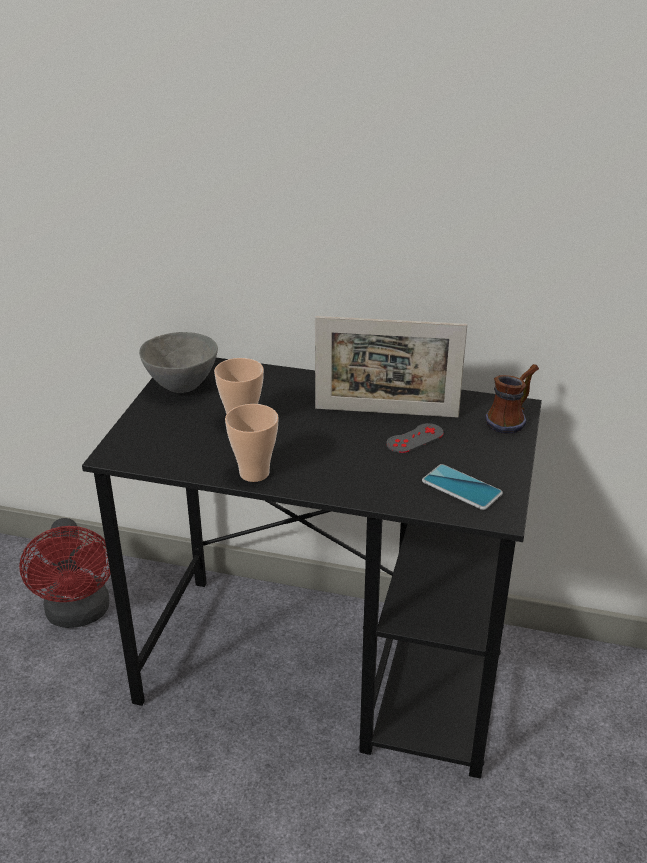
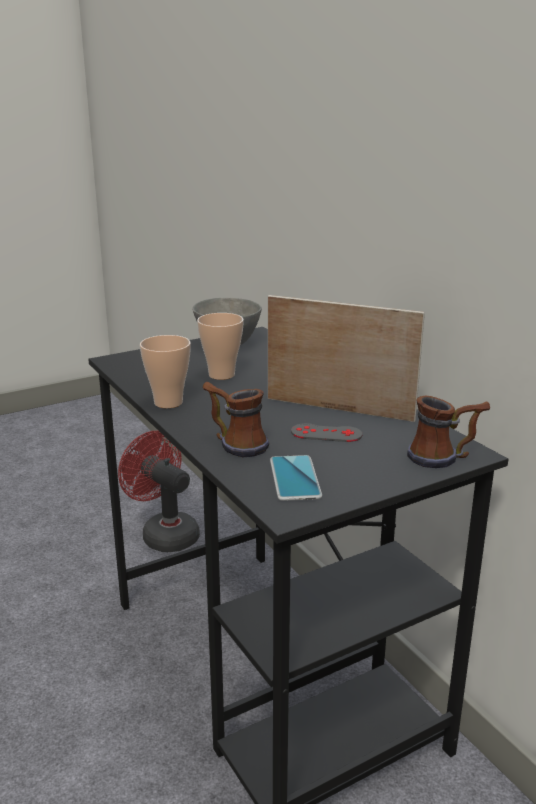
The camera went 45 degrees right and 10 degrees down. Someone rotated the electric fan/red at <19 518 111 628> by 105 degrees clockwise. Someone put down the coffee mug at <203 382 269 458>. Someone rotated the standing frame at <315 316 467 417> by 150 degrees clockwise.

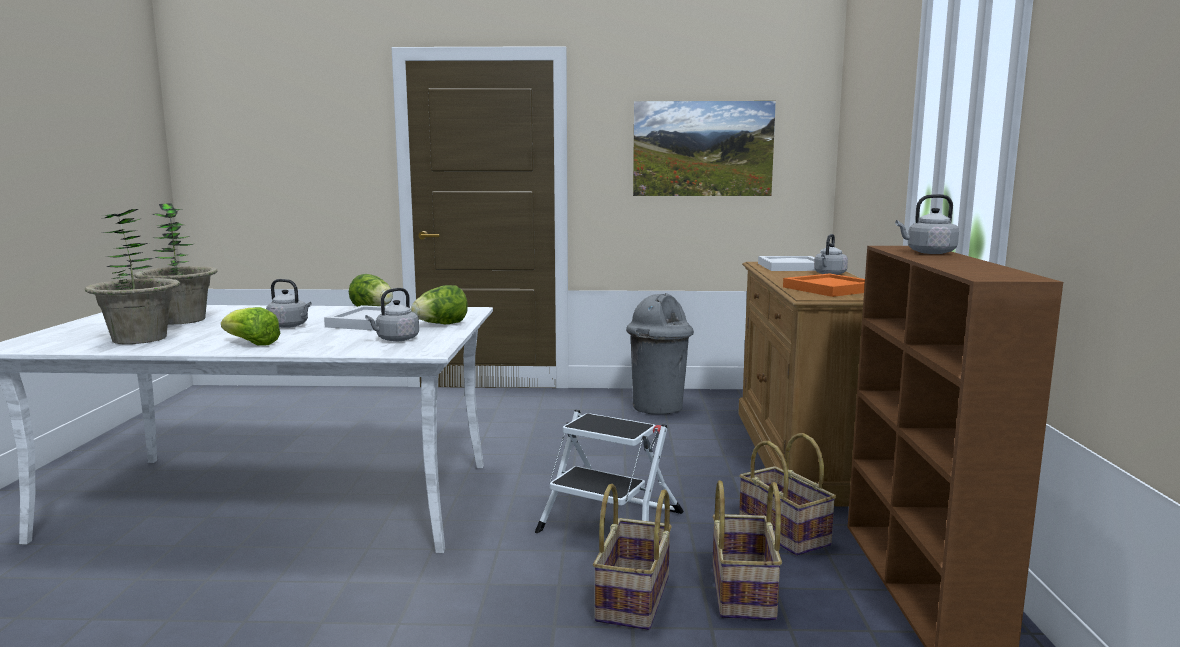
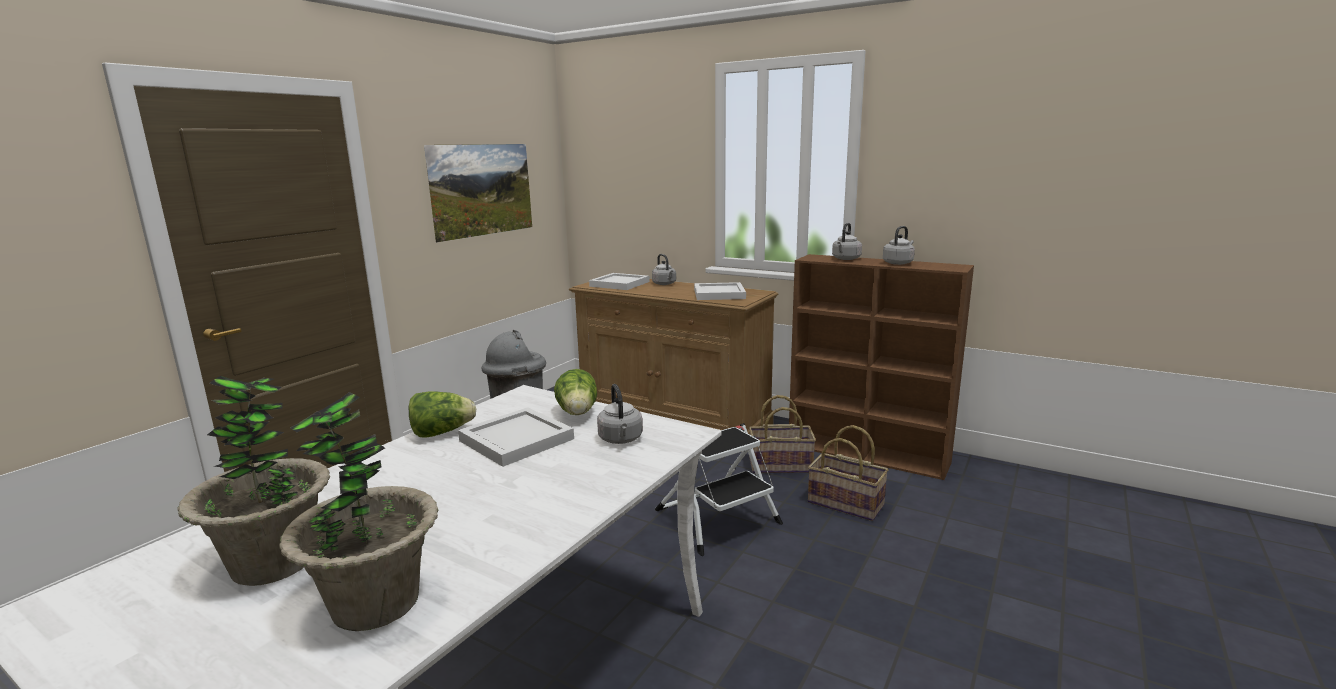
The camera went 60 degrees left and 5 degrees up. Someone repainted the carrying tray/orange-coloured at <783 273 865 297>, which became the carrying tray/white at <694 282 746 300>. Someone carried the kettle/greyish from <266 279 312 328> to <883 226 915 265>. Someone took away the lettuce head at <221 307 280 346>. Someone took away the basket at <593 484 672 630>.

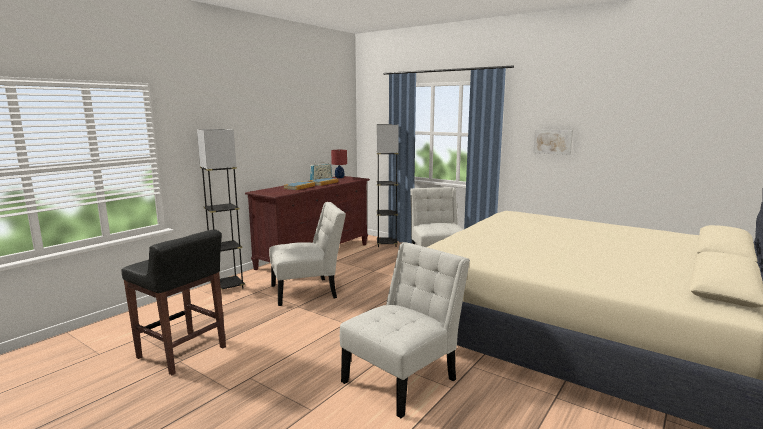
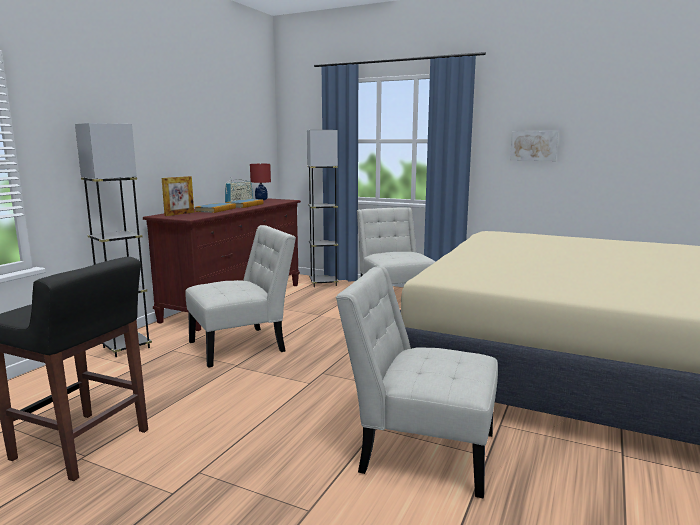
The camera went 10 degrees left and 0 degrees up. Someone put down the standing frame at <162 176 194 216>. Someone rotated the upright chair/white at <340 242 470 418> by 105 degrees counterclockwise.

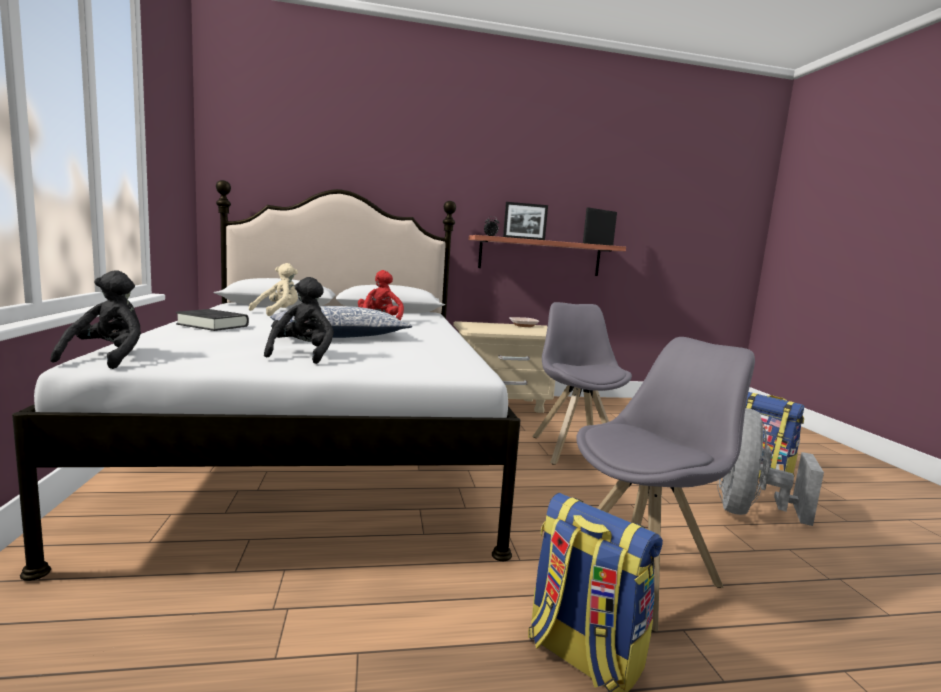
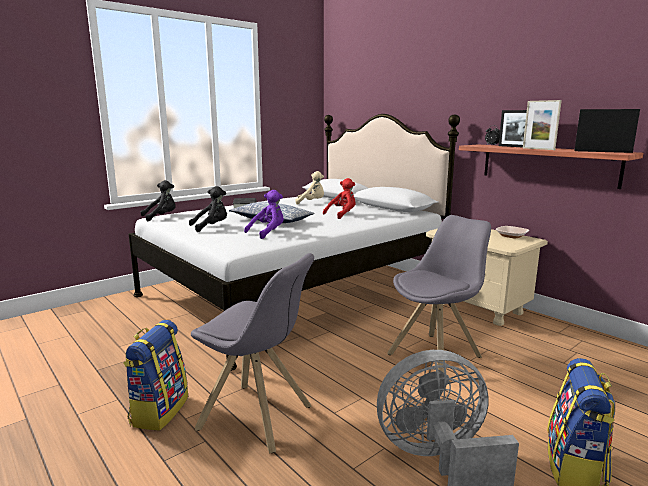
The camera went 60 degrees right and 5 degrees up. Someone put down the soft toy/purple at <244 190 284 239>. Someone put down the standing frame at <523 100 562 150>.

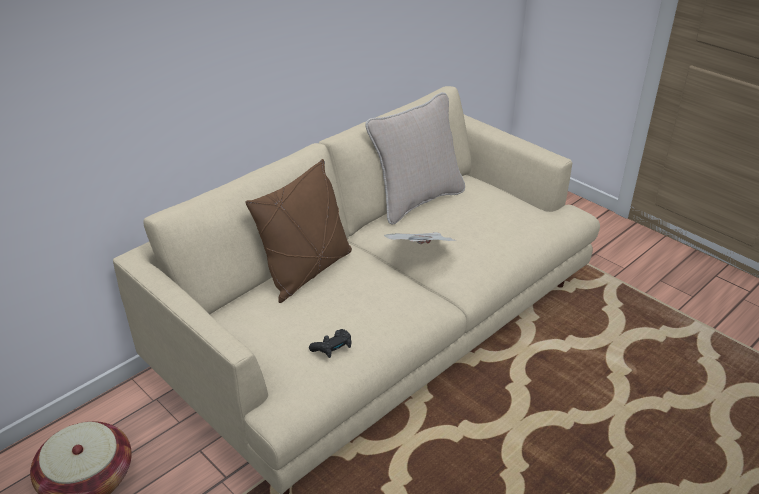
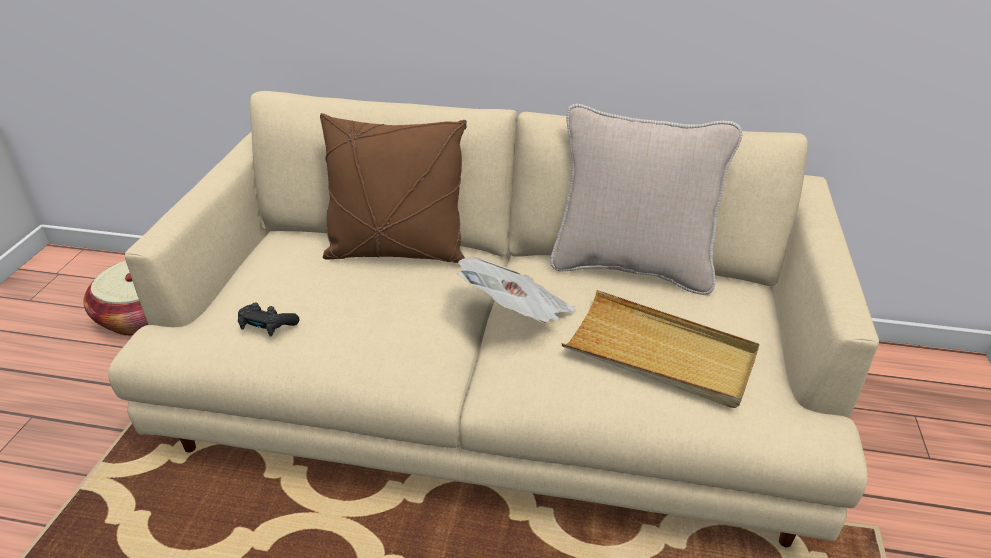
The camera went 55 degrees right and 0 degrees up. Someone put down the carrying tray/sand-coloured at <562 290 760 408>.

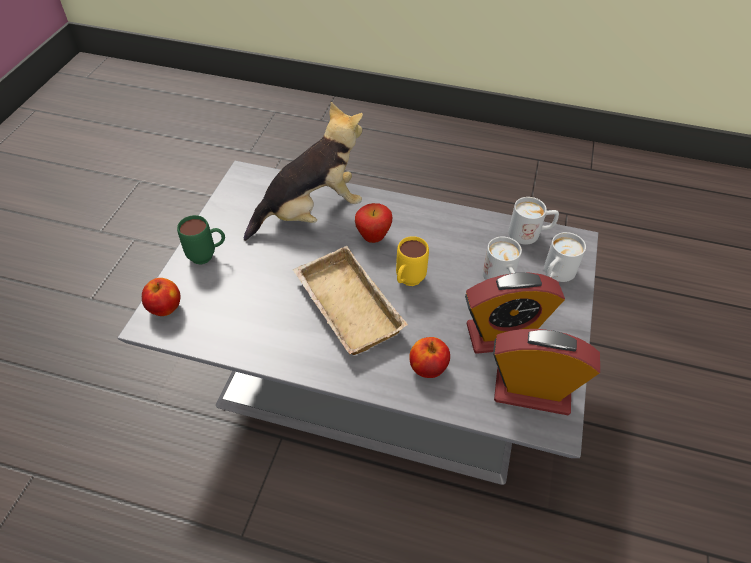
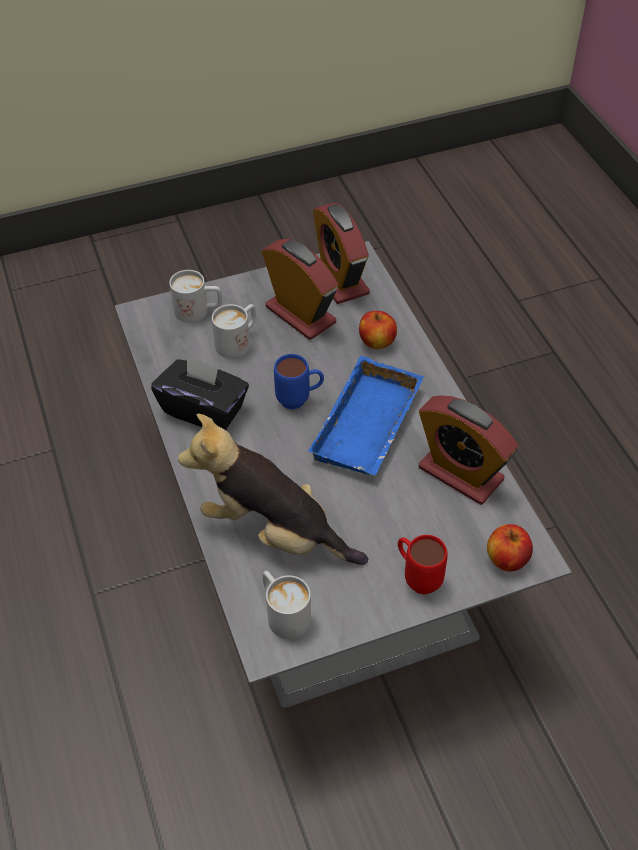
The camera went 125 degrees left and 0 degrees up. Someone put down the tissue holder/black at <151 354 249 430>. Someone carried the coffee mug/white from <508 197 559 244> to <263 571 311 639>. Someone repainted the coffee mug/yellowish at <396 236 429 286>, which became the coffee mug/blue at <274 354 324 410>. Someone repainted the carrying tray/sand-coloured at <293 246 408 355>, which became the carrying tray/blue at <308 356 424 476>. Someone repainted the coffee mug/green at <177 215 225 264>, which became the coffee mug/red at <398 535 448 595>. Someone put down the bedside clock at <419 396 518 505>. Someone took away the whole apple at <355 203 392 243>.

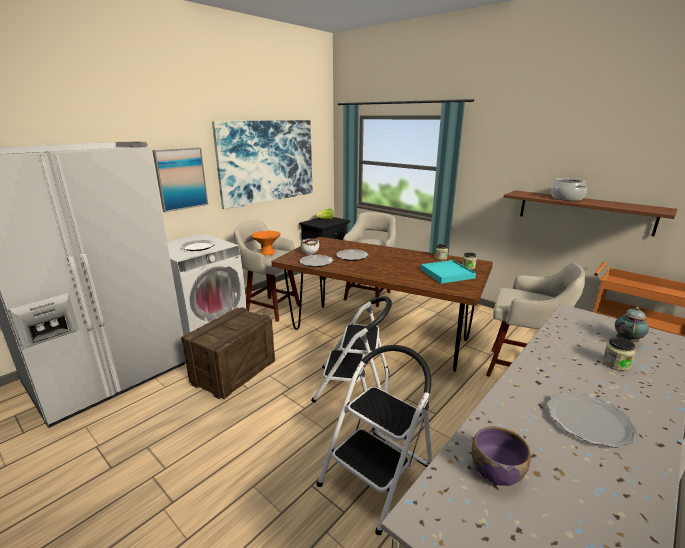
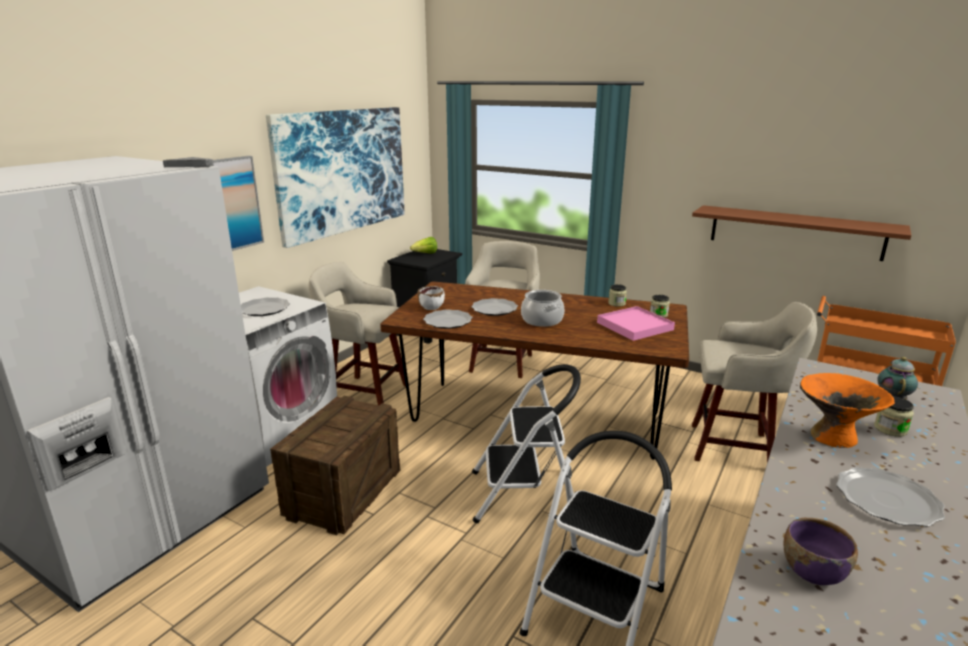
The camera went 10 degrees left and 0 degrees up. Someone carried the saucepot from <551 178 587 201> to <521 290 565 327>. Someone repainted the carrying tray/turquoise-coloured at <420 260 476 284>, which became the carrying tray/pink-coloured at <597 306 675 341>. Someone carried the serving bowl/orange-coloured from <251 231 281 255> to <800 373 895 448>.

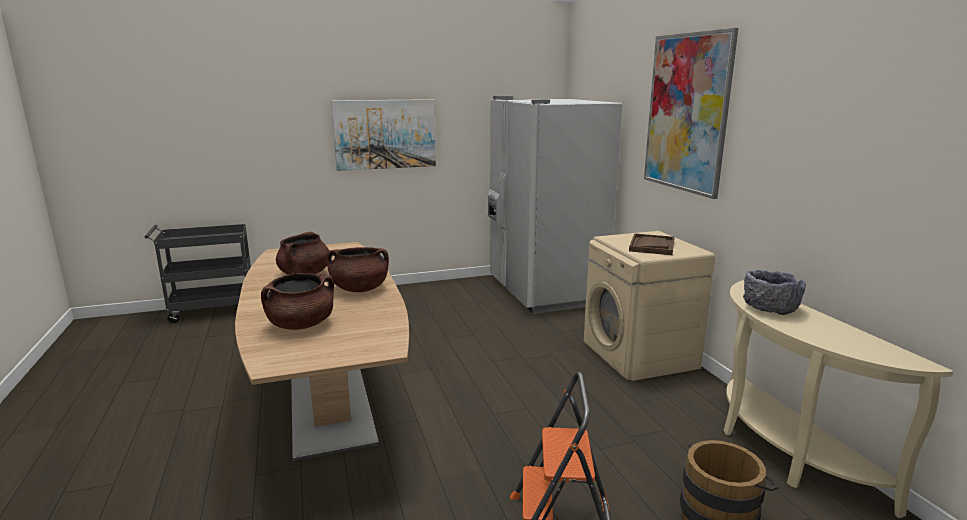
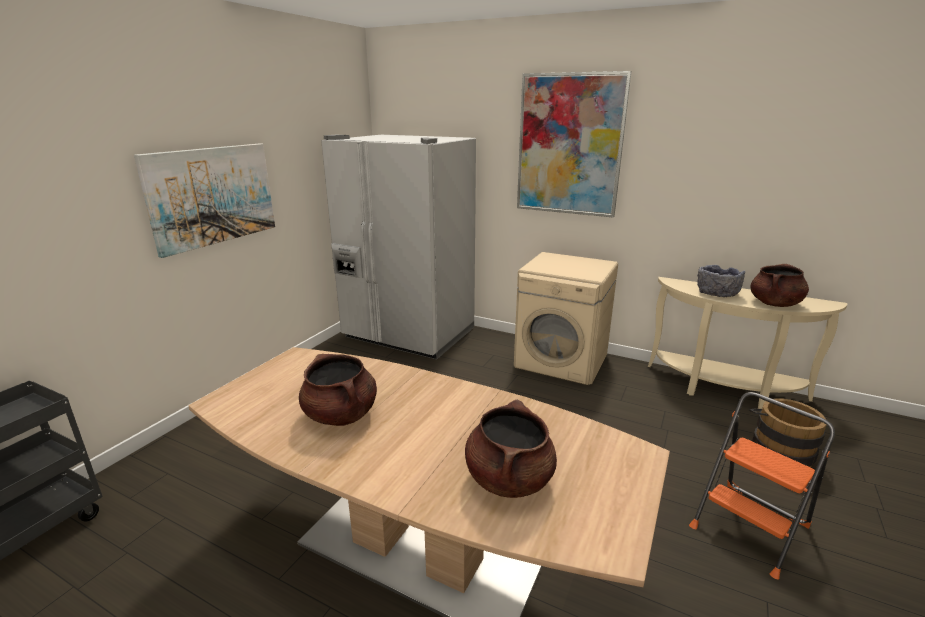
The camera went 45 degrees left and 5 degrees up. Someone carried the saucepot/brown from <326 247 389 292> to <751 264 809 307>. Someone took away the carrying tray/brown at <629 233 675 255>.

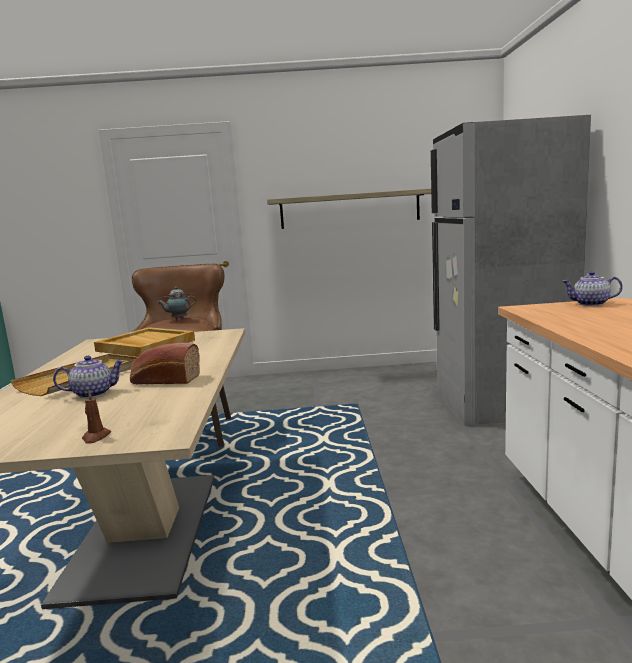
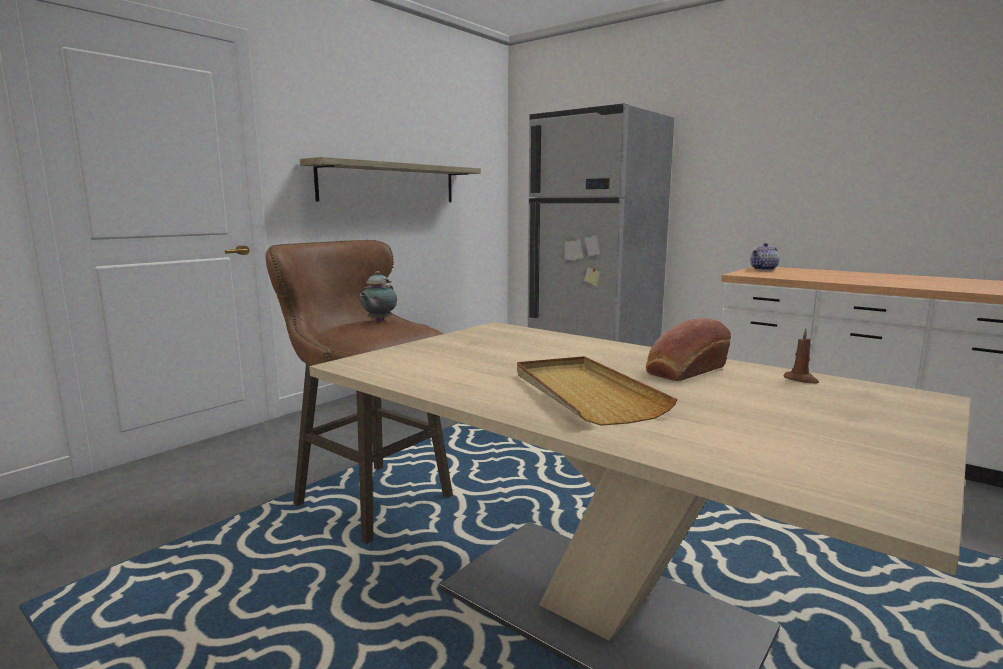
The camera went 50 degrees left and 0 degrees up. Someone carried the candle/brown from <82 390 111 444> to <784 329 819 383>. Someone took away the tea pot at <53 356 124 398>. Someone took away the carrying tray/sand-coloured at <94 327 195 357>.

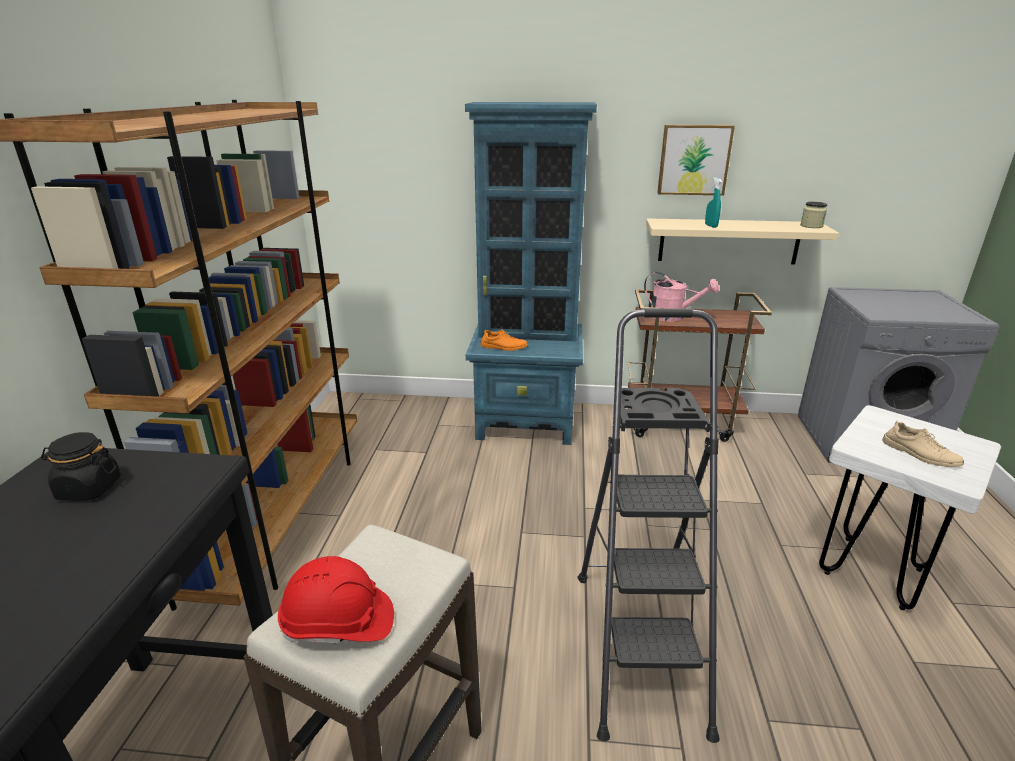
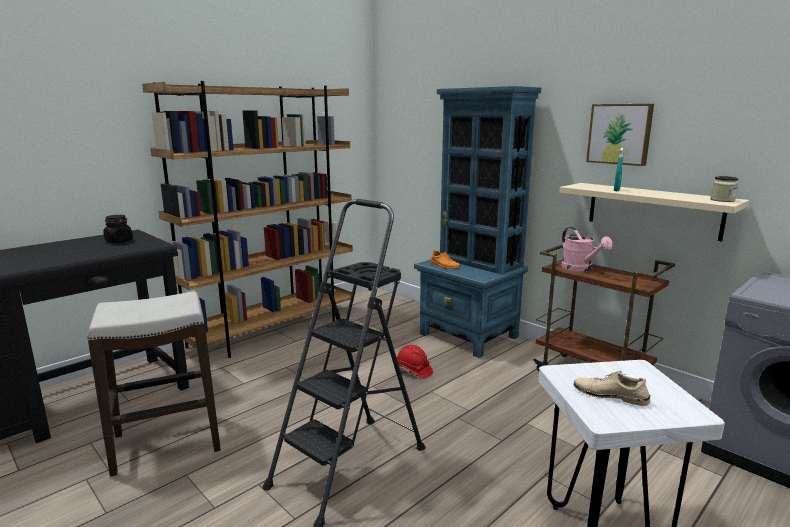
The camera went 40 degrees right and 10 degrees down. Someone carried the safety helmet/red from <278 556 394 644> to <397 345 433 378>. Someone rotated the item of footwear/sand-coloured at <882 420 964 467> by 120 degrees clockwise.

